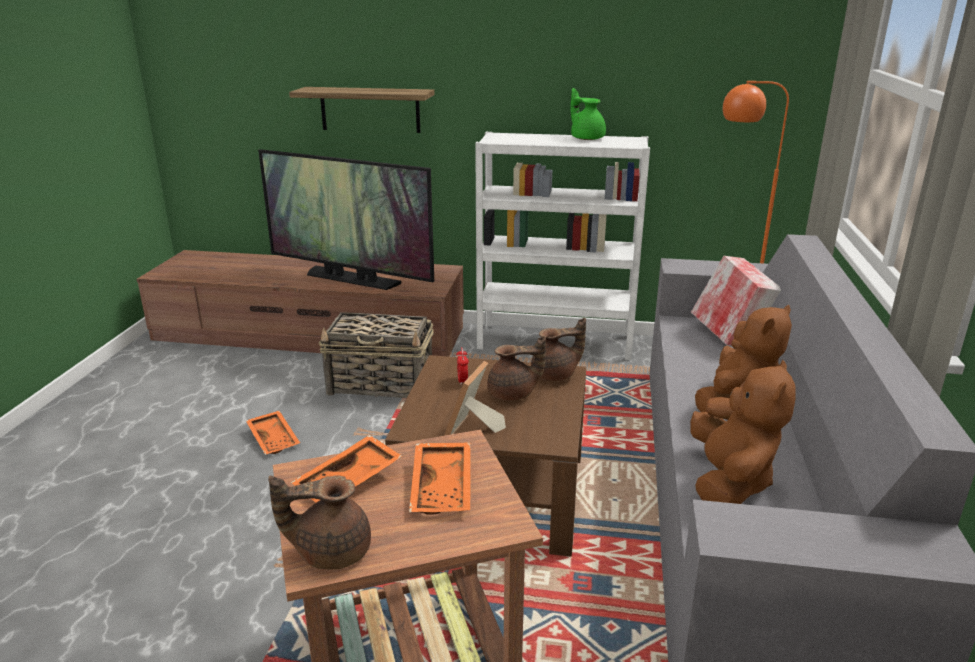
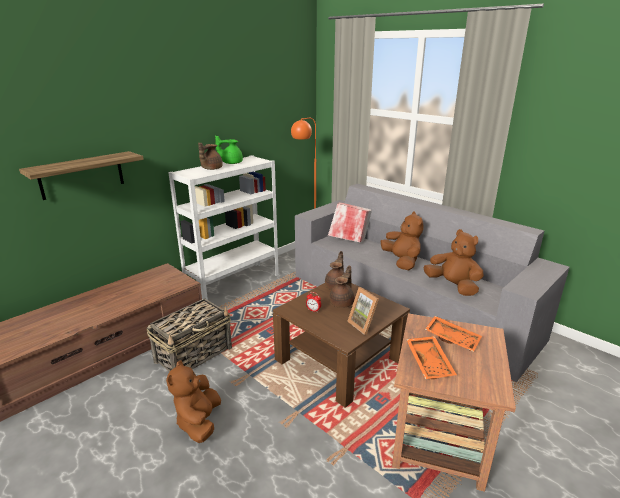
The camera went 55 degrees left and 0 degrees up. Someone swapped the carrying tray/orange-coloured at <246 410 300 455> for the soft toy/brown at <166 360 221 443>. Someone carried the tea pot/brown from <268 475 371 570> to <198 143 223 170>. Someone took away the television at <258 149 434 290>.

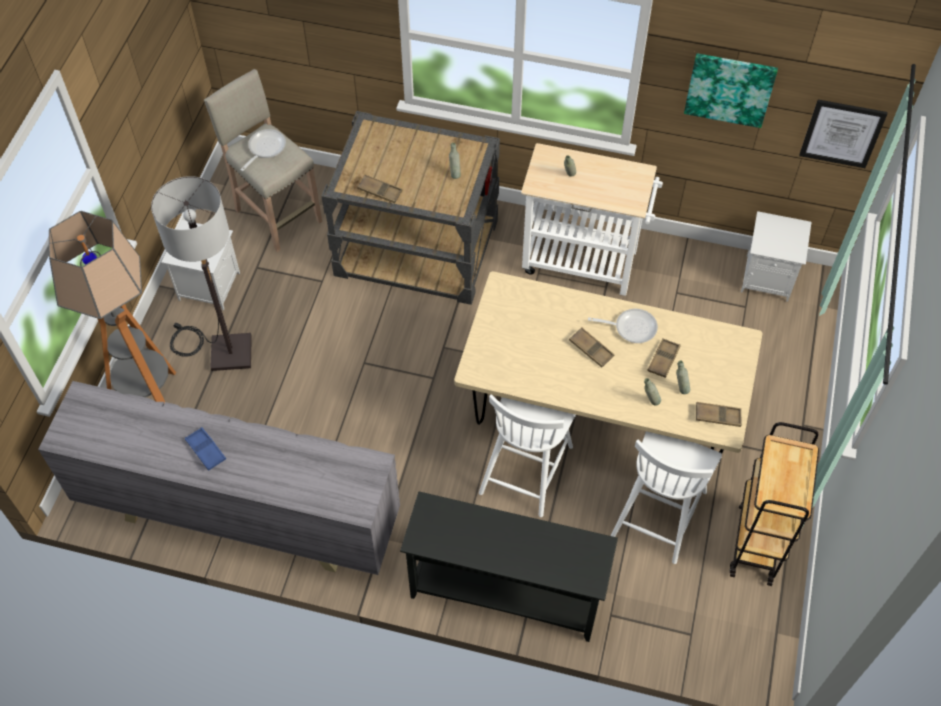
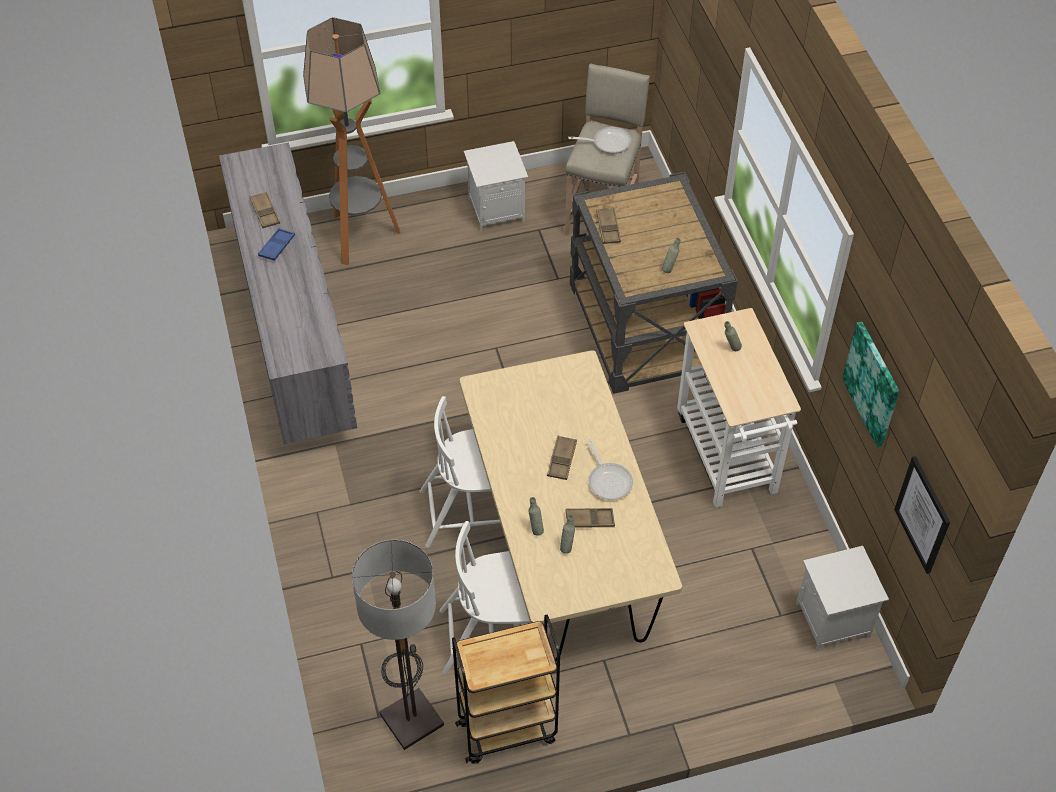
The camera went 60 degrees right and 5 degrees down. Someone carried the carrying tray/brown from <696 402 742 427> to <250 192 280 228>. Someone carried the standing lamp from <151 176 252 371> to <352 540 444 750>. Someone took away the console table/black at <400 492 618 642>.

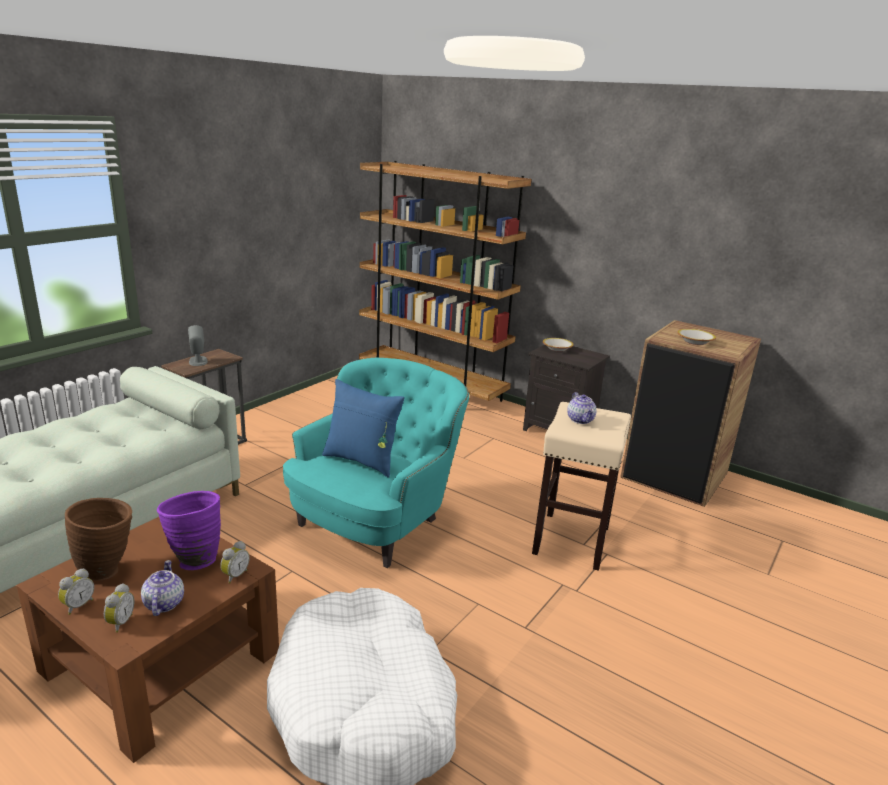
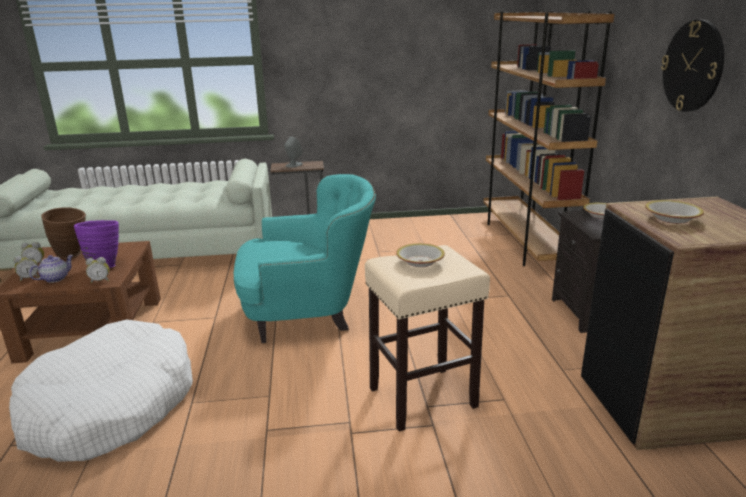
The camera went 50 degrees right and 0 degrees up. Someone swapped the tea pot at <567 392 597 424> for the serving bowl at <396 243 445 267>. Someone put up the wall clock at <661 20 724 112>. Someone took away the cushion/blue at <322 379 404 478>.

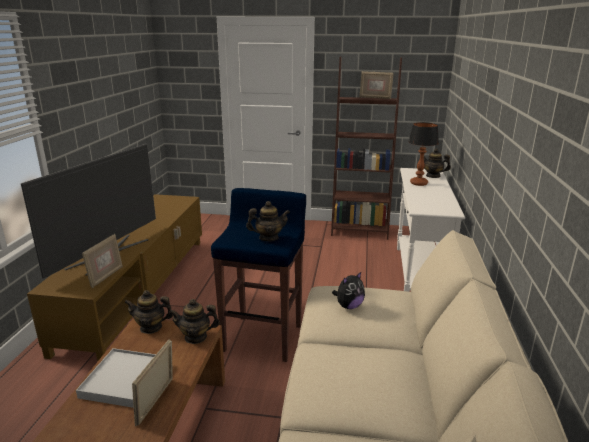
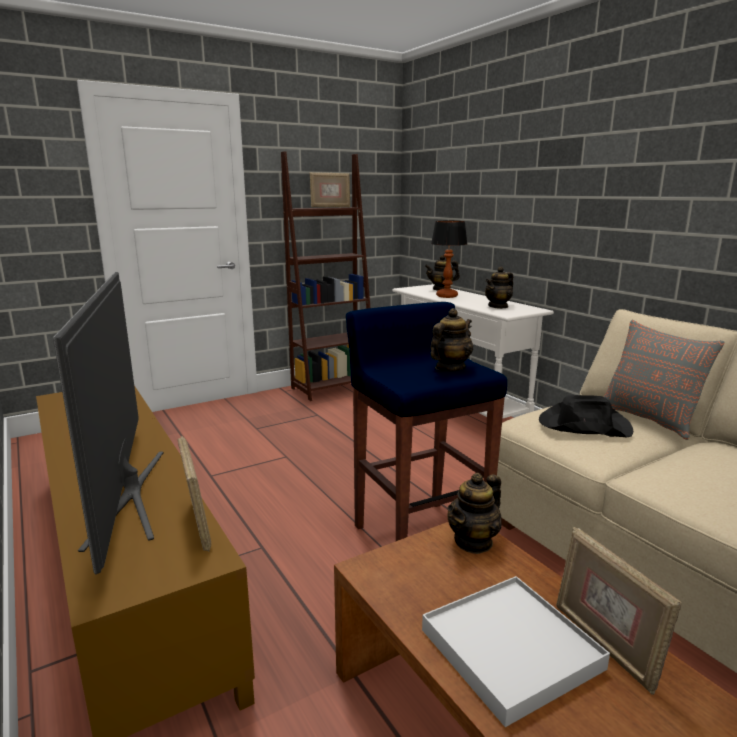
The camera went 40 degrees left and 5 degrees down. Someone carried the tea pot from <124 290 173 334> to <485 267 513 309>. Someone swapped the soft toy at <332 272 365 309> for the hat/black at <539 395 633 437>. Someone put down the cushion/greyish at <604 320 724 440>.

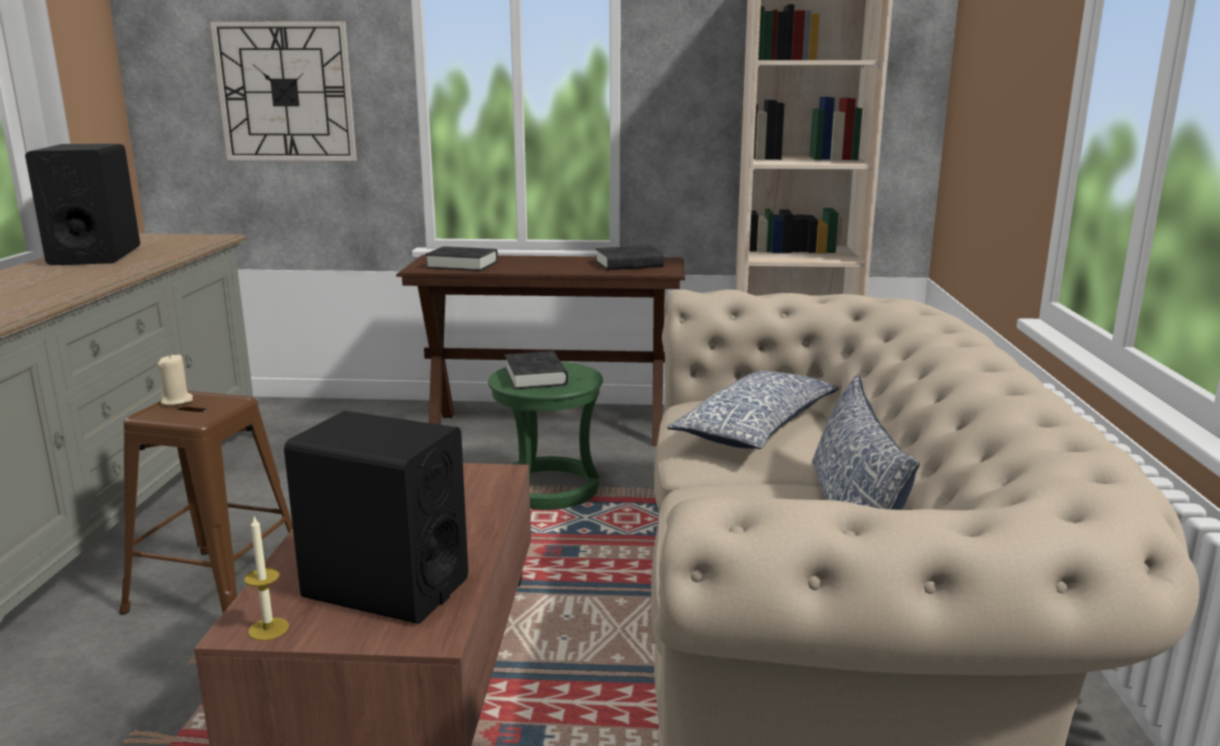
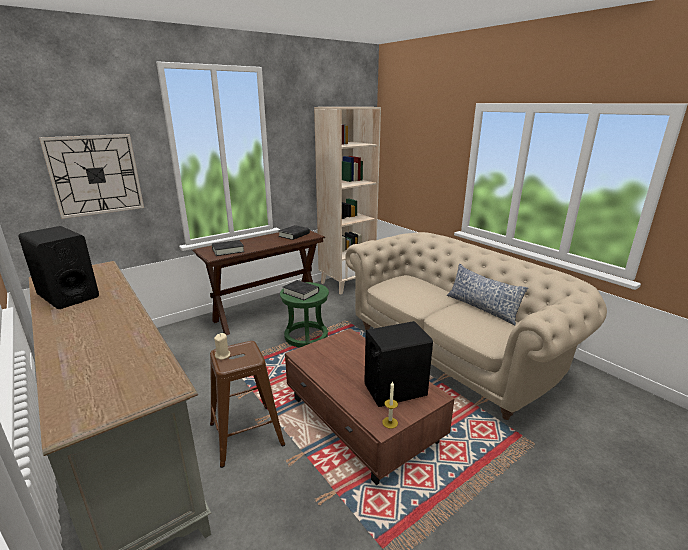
The camera went 40 degrees left and 5 degrees up. Someone took away the cushion at <667 370 839 449>.

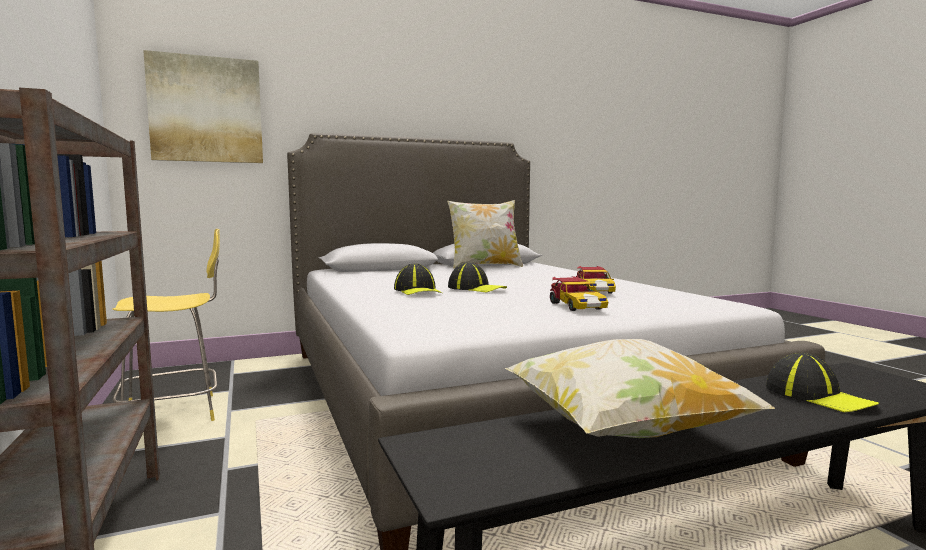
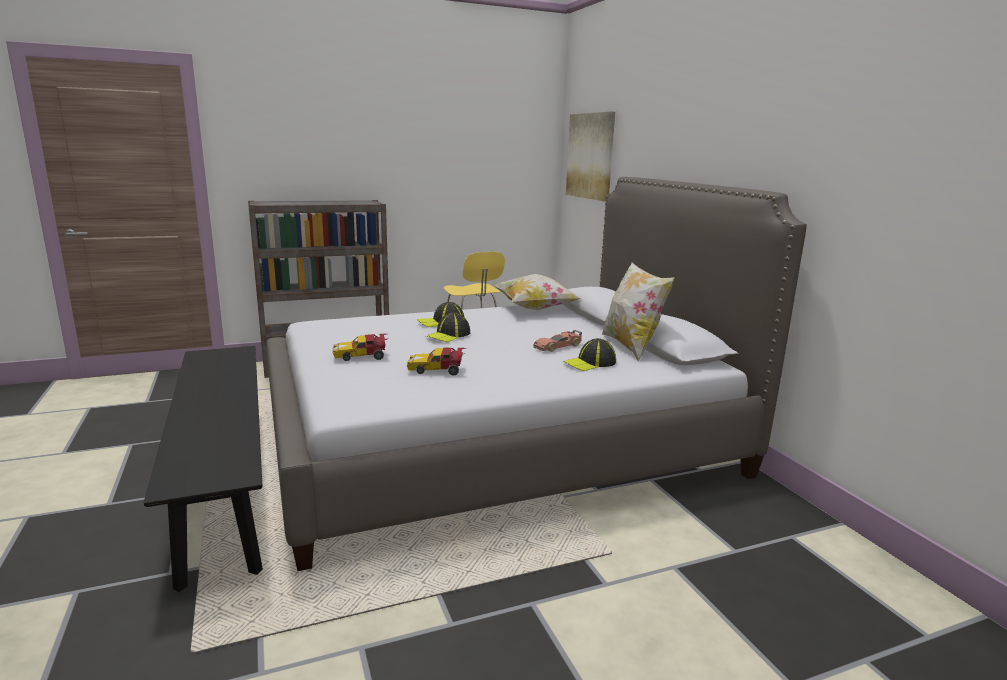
The camera went 90 degrees right and 10 degrees up. Someone carried the cushion from <505 339 775 438> to <493 274 581 310>. Someone put down the model car at <533 330 582 352>. Someone carried the peaked cap from <766 353 880 412> to <564 338 616 371>.

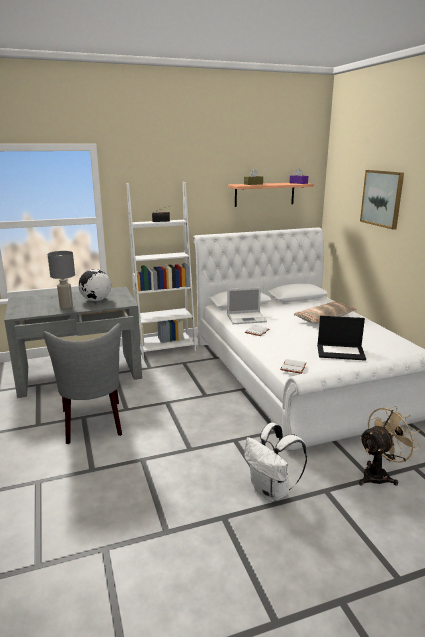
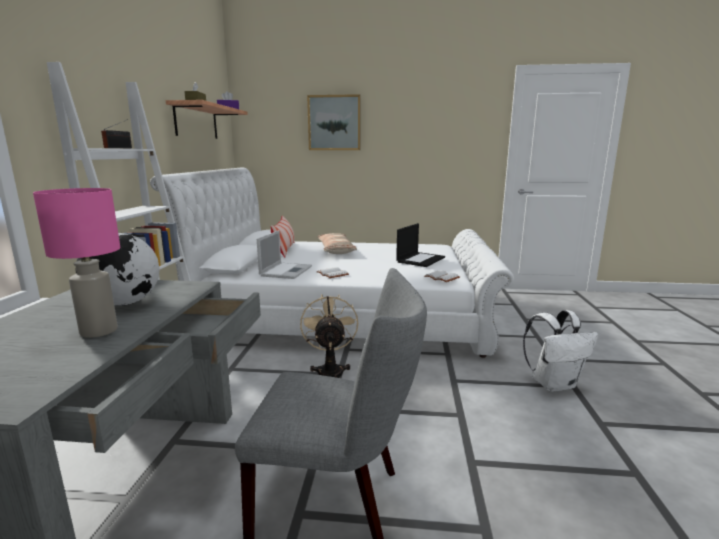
The camera went 65 degrees left and 5 degrees down. Someone repainted the table lamp/greyish at <47 251 75 309>, which became the table lamp/pink-coloured at <33 188 121 338>. Someone put down the cushion at <271 215 294 258>. Someone carried the electric fan/sand-coloured from <359 406 421 486> to <300 294 358 378>.

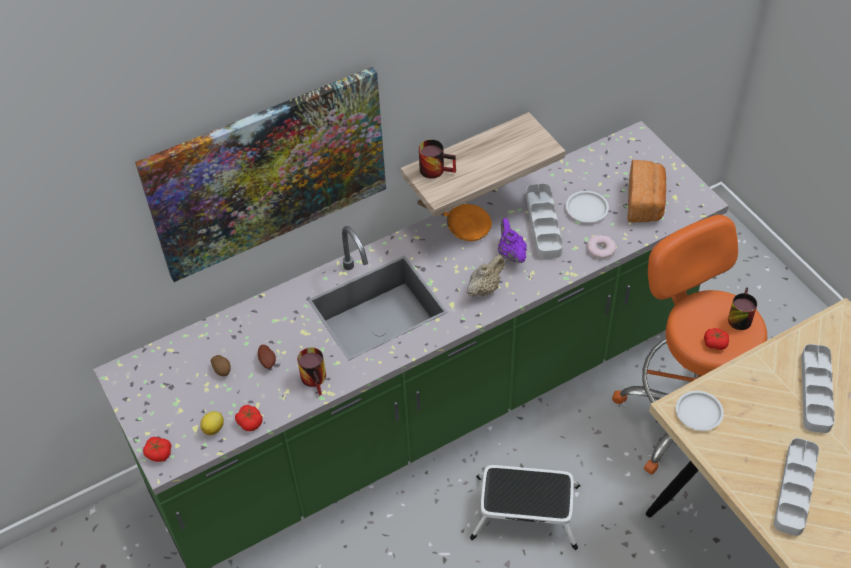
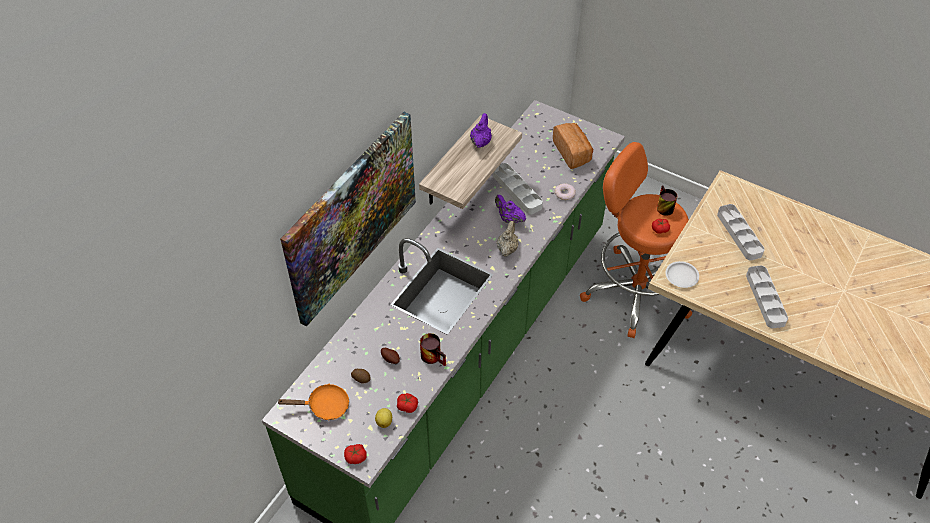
The camera went 30 degrees left and 0 degrees up. Someone carried the skillet/orange-coloured from <418 199 492 241> to <278 384 349 420>. Someone put down the tea pot/purple at <470 113 492 147>. Someone took away the coffee mug at <419 139 456 179>. Someone took away the stepladder/black at <470 465 581 550>. Someone took away the plate/white at <566 191 609 222>.

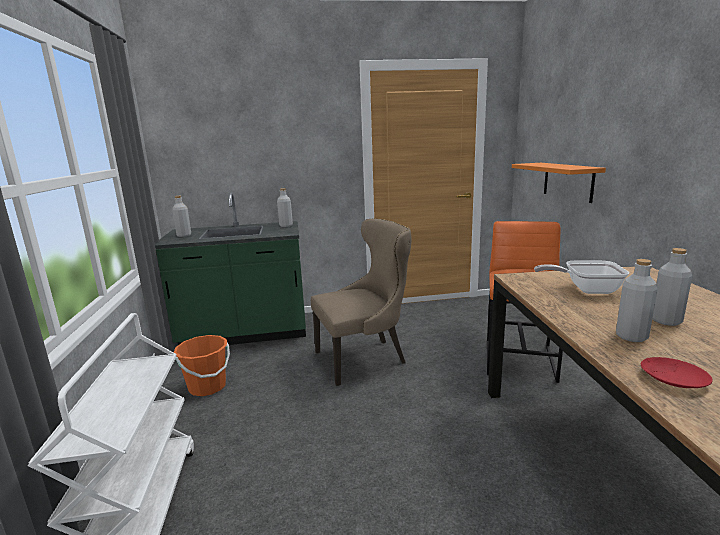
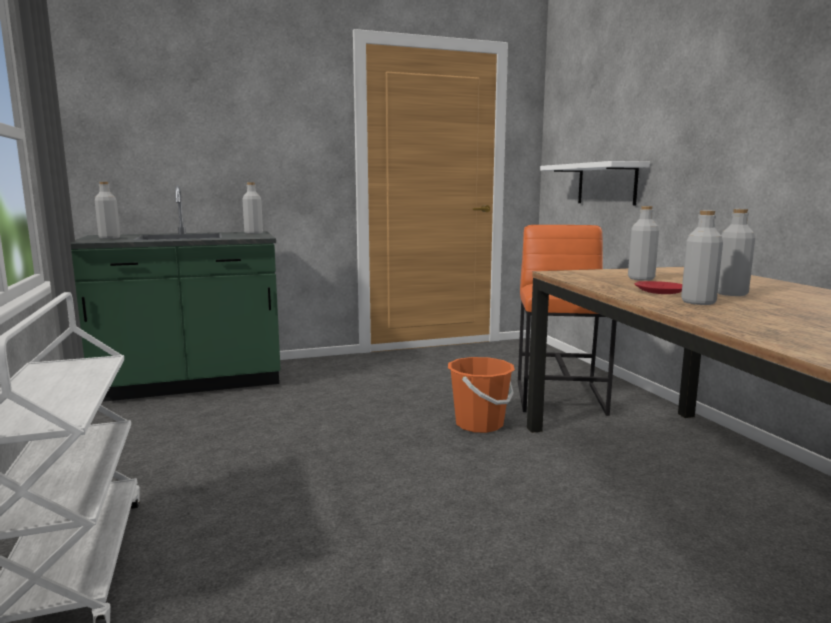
The camera went 10 degrees left and 5 degrees down. Someone carried the water bucket/orange-coloured from <174 335 230 396> to <448 357 515 433>. Someone repainted the shelf/orange-coloured at <512 163 606 203>, which became the shelf/white at <540 161 650 205>. Someone swapped the skillet at <534 261 629 294> for the drink bottle/greyish at <628 206 659 281>. Someone carried the plate/red from <641 357 713 388> to <635 281 682 294>. Someone took away the upright chair/sand-coloured at <311 218 412 386>.

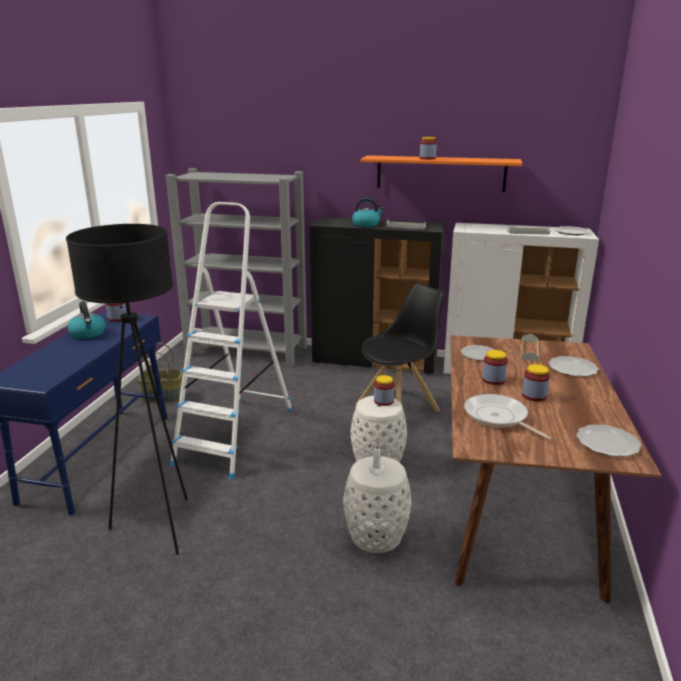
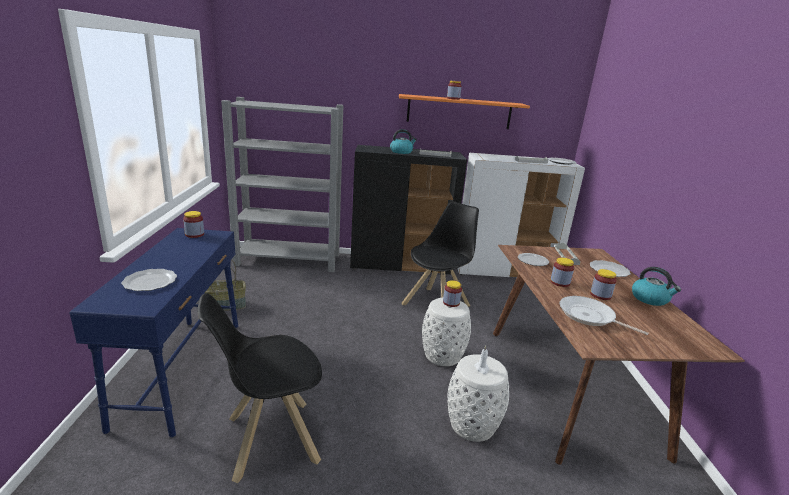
The camera went 15 degrees left and 0 degrees up. Someone carried the plate from <576 425 641 457> to <121 269 177 291>. Someone swapped the standing lamp/black at <66 224 188 555> for the upright chair/black at <198 293 322 483>. Someone carried the kettle from <68 301 105 339> to <632 267 681 306>. Someone took away the stepladder/white at <170 202 292 479>.

